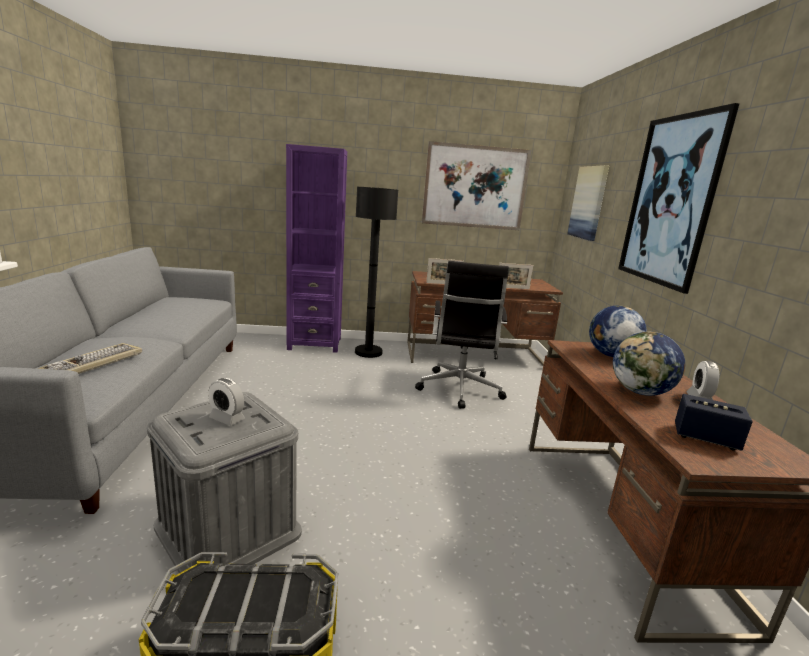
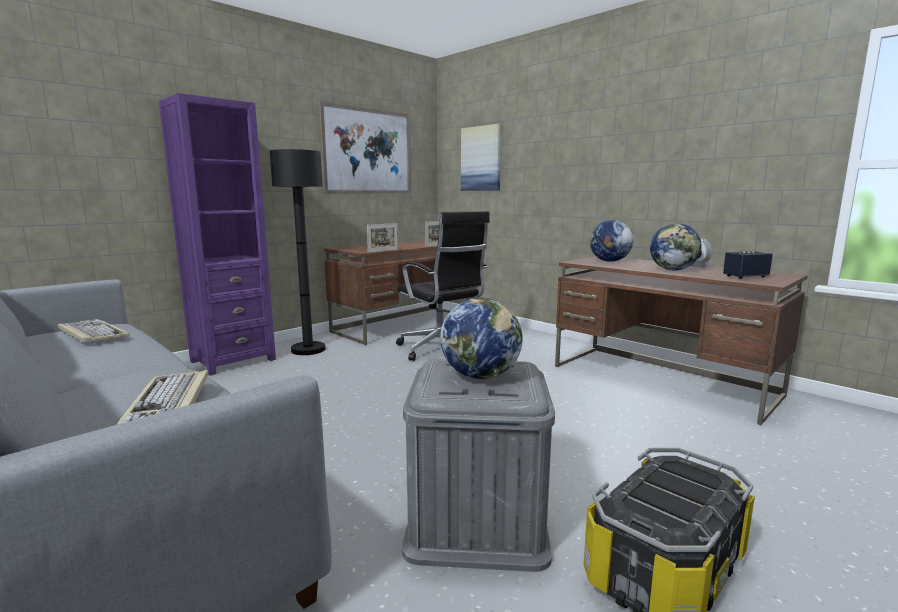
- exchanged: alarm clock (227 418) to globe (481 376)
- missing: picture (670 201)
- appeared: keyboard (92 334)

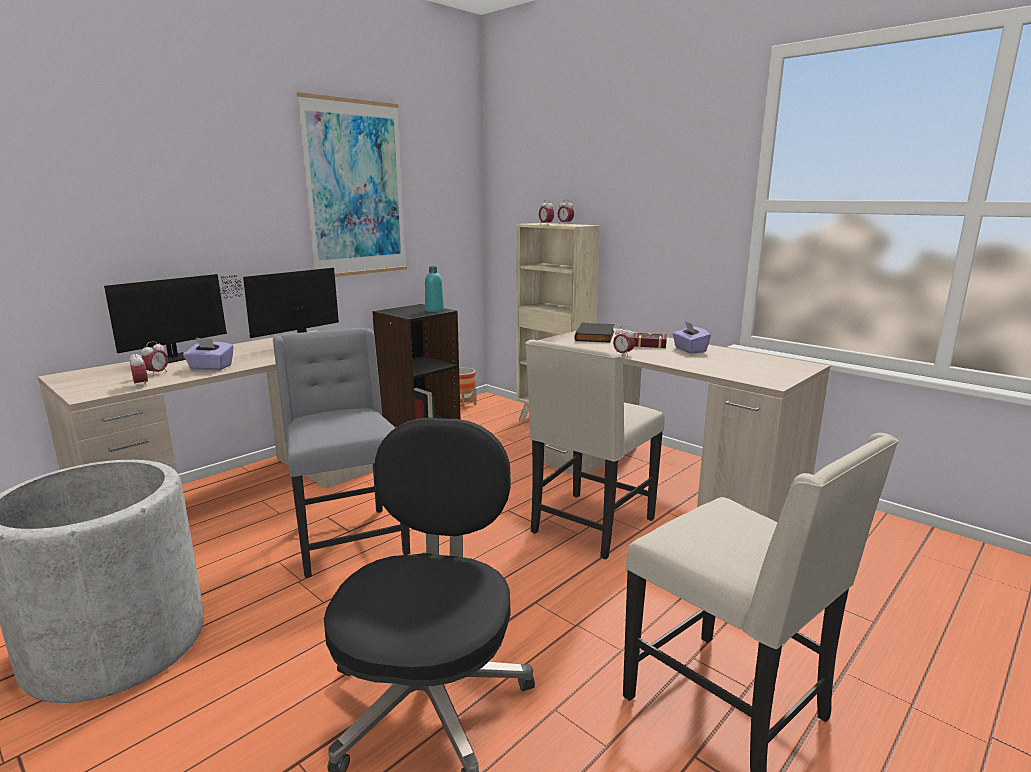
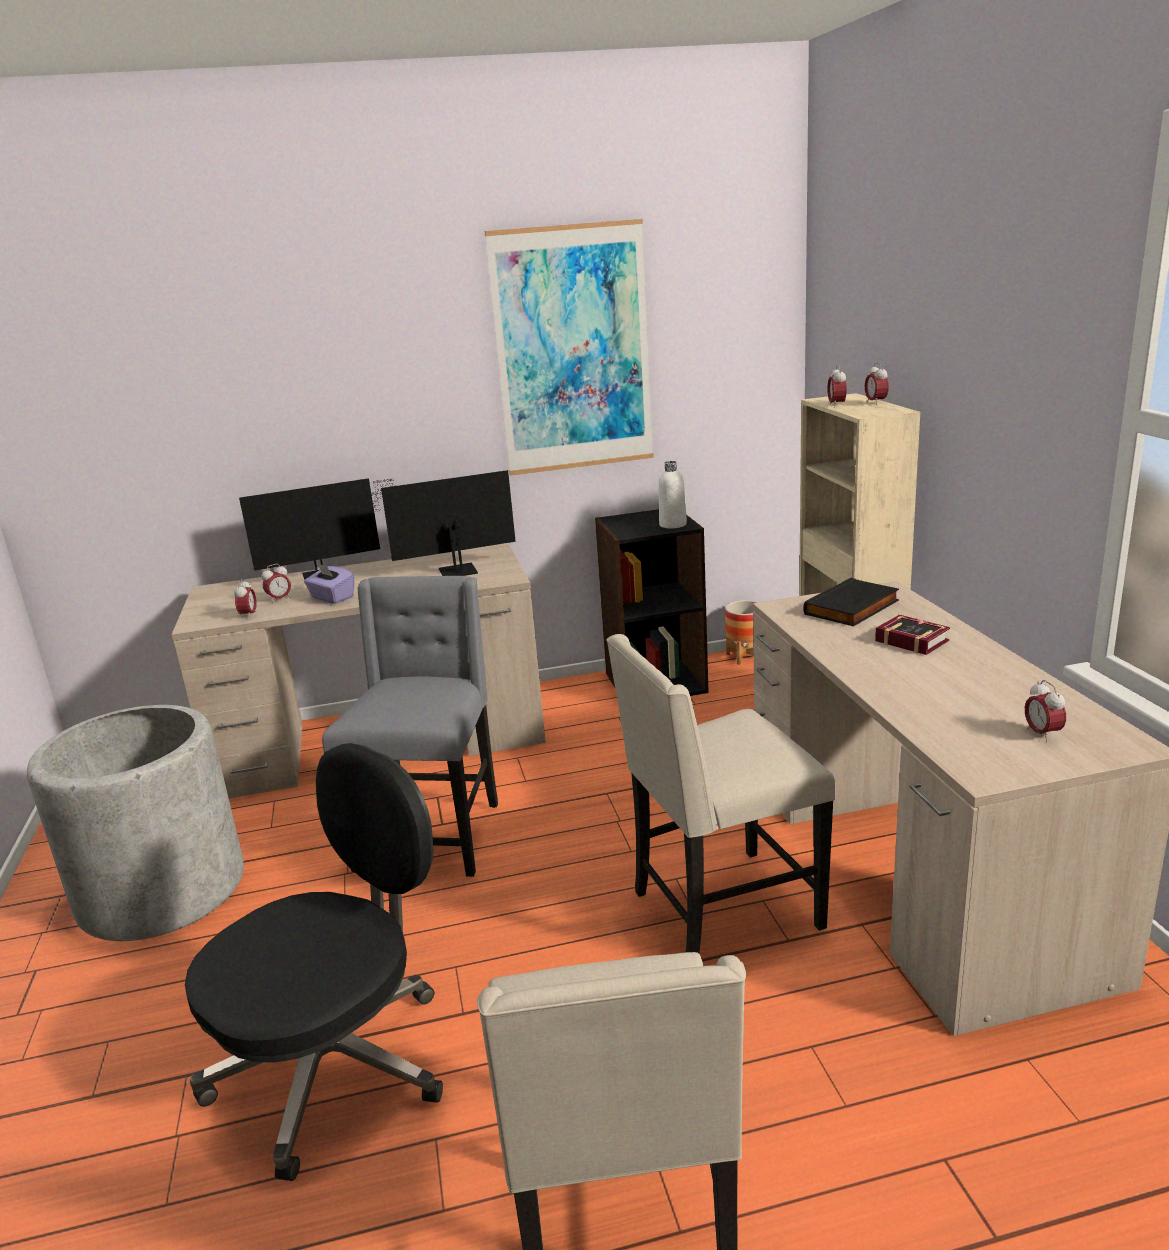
- colour: bottle/turquoise (434 310) to bottle/white (673 525)
- relocated: alarm clock (623 354) to (1042 734)
- missing: tissue box/purple (689 350)

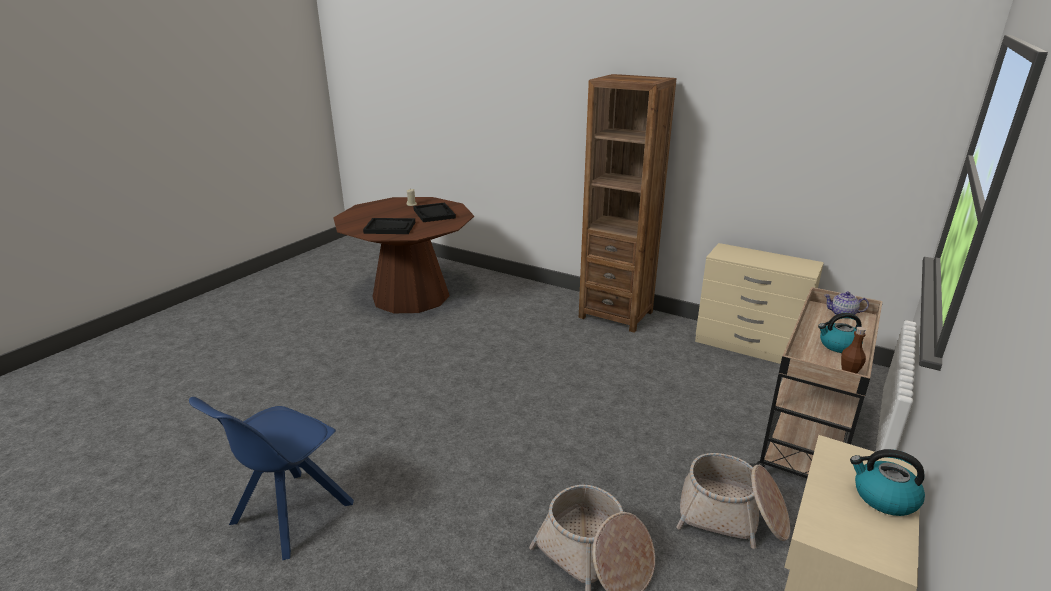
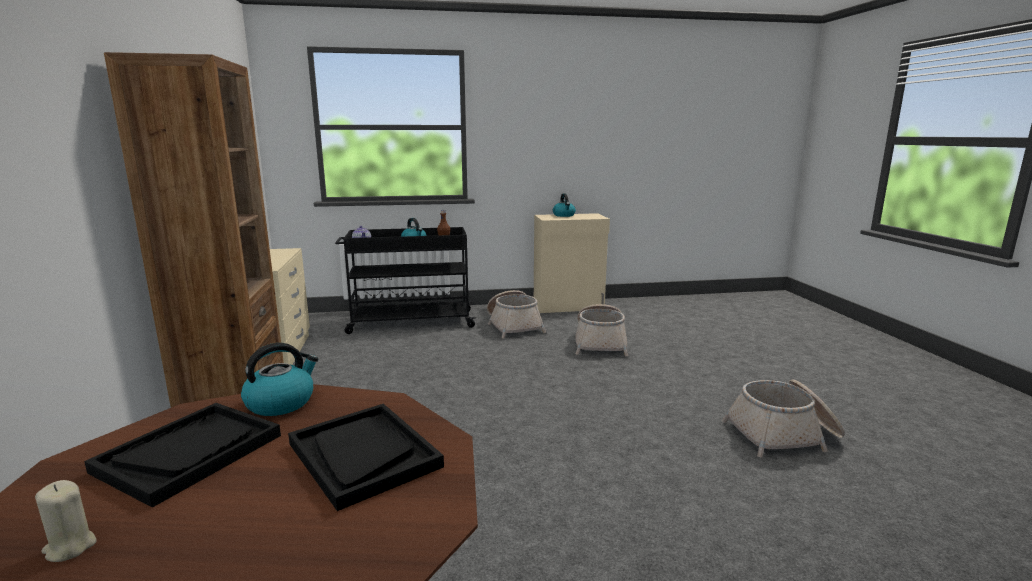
- exchanged: chair/blue (289 515) to basket (784 435)
- colour: cart/beige (808 438) to cart/black (409 322)
- appeared: kettle (281 403)

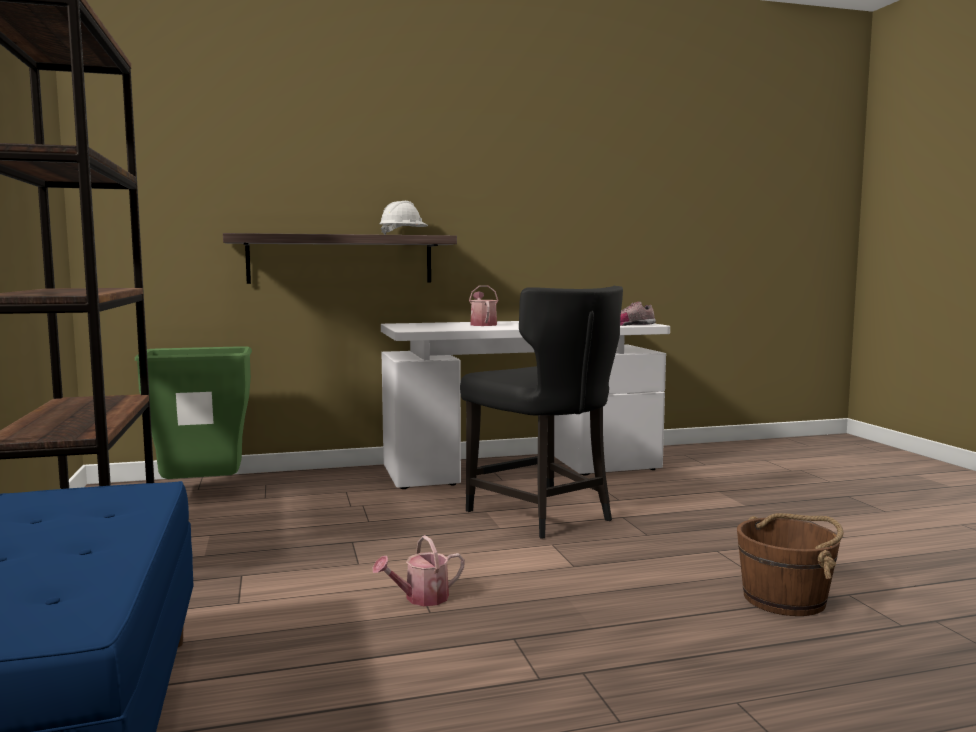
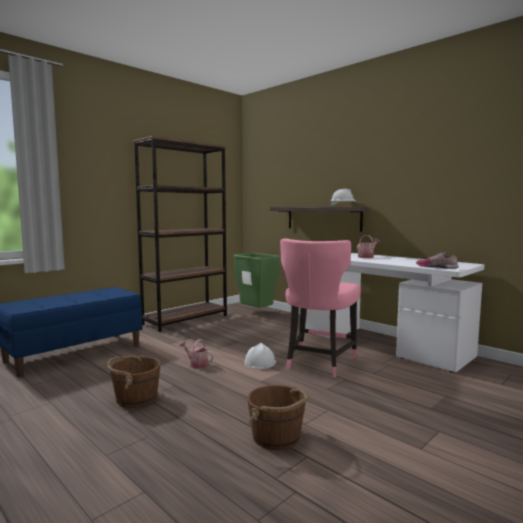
- colour: chair/black (543 515) to chair/pink (318 363)
- appeared: bucket/brown (136 398)
- appeared: hard hat/white (260 362)

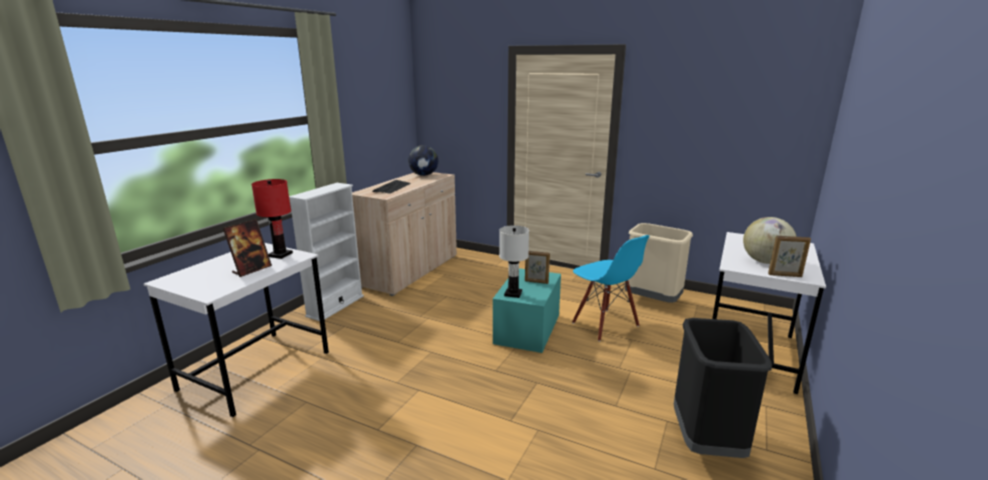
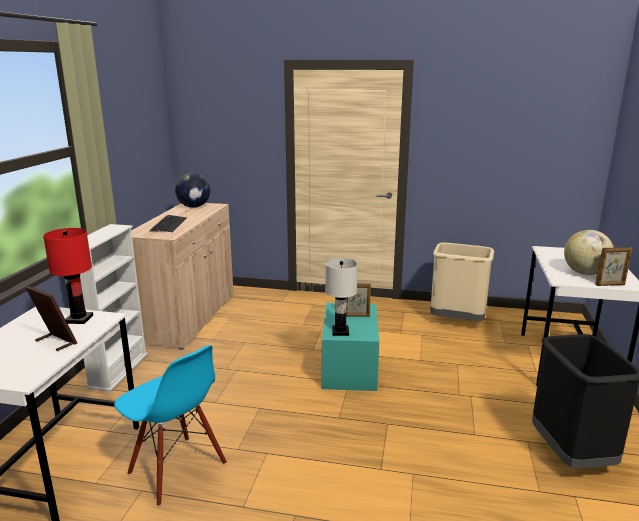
- spun: picture frame (251 270) = (56 342) 75 degrees counterclockwise
- relocated: chair/blue (604 324) to (176 469)

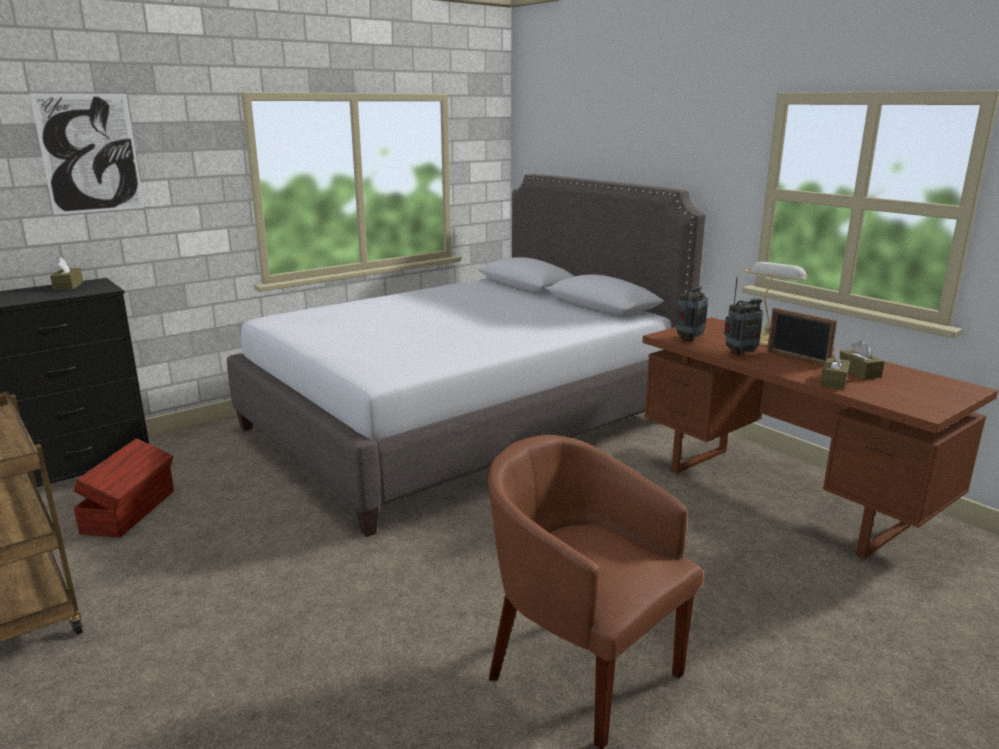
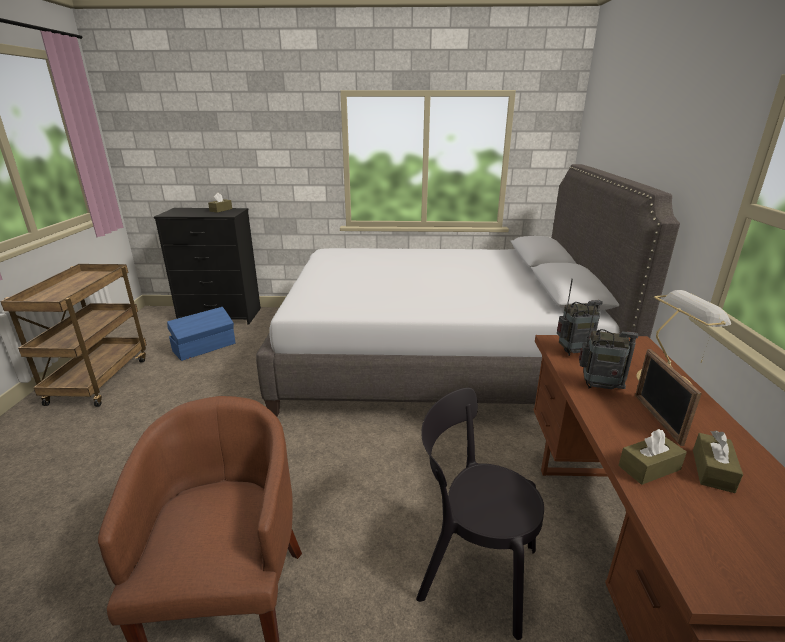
- missing: picture (90 153)
- colour: storage box/brown (131 511) to storage box/blue (205 347)
- appeared: chair/black (472 570)

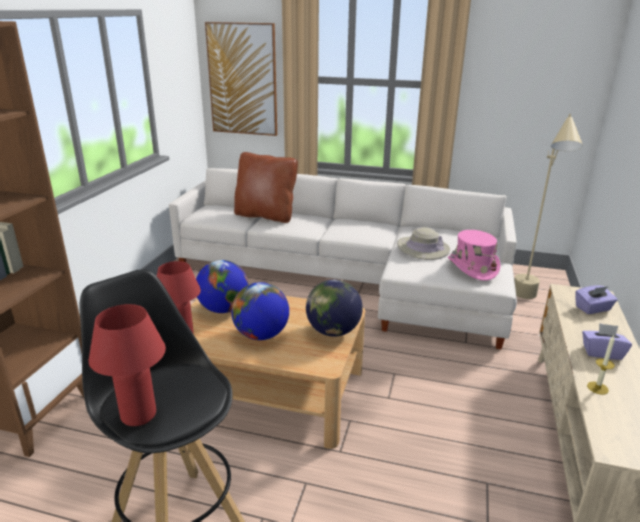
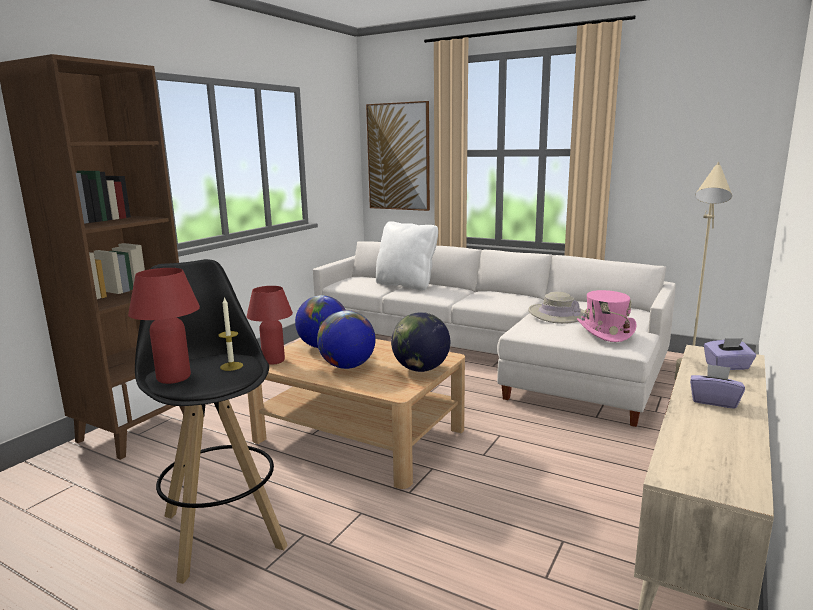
- colour: pillow/brown (266 215) to pillow/white (406 285)
- relocated: candle (597 388) to (231 366)

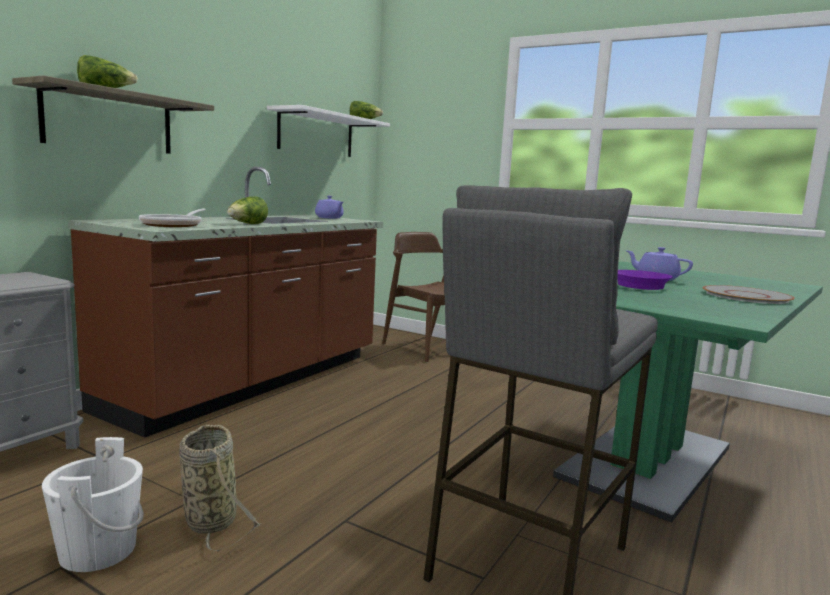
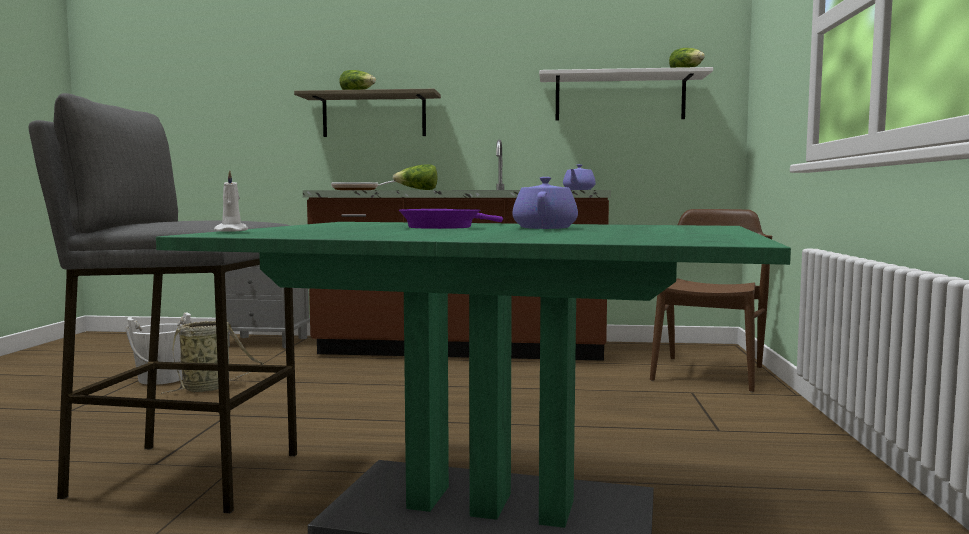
- missing: plate/grey (747 296)
- appeared: candle/white (232 231)

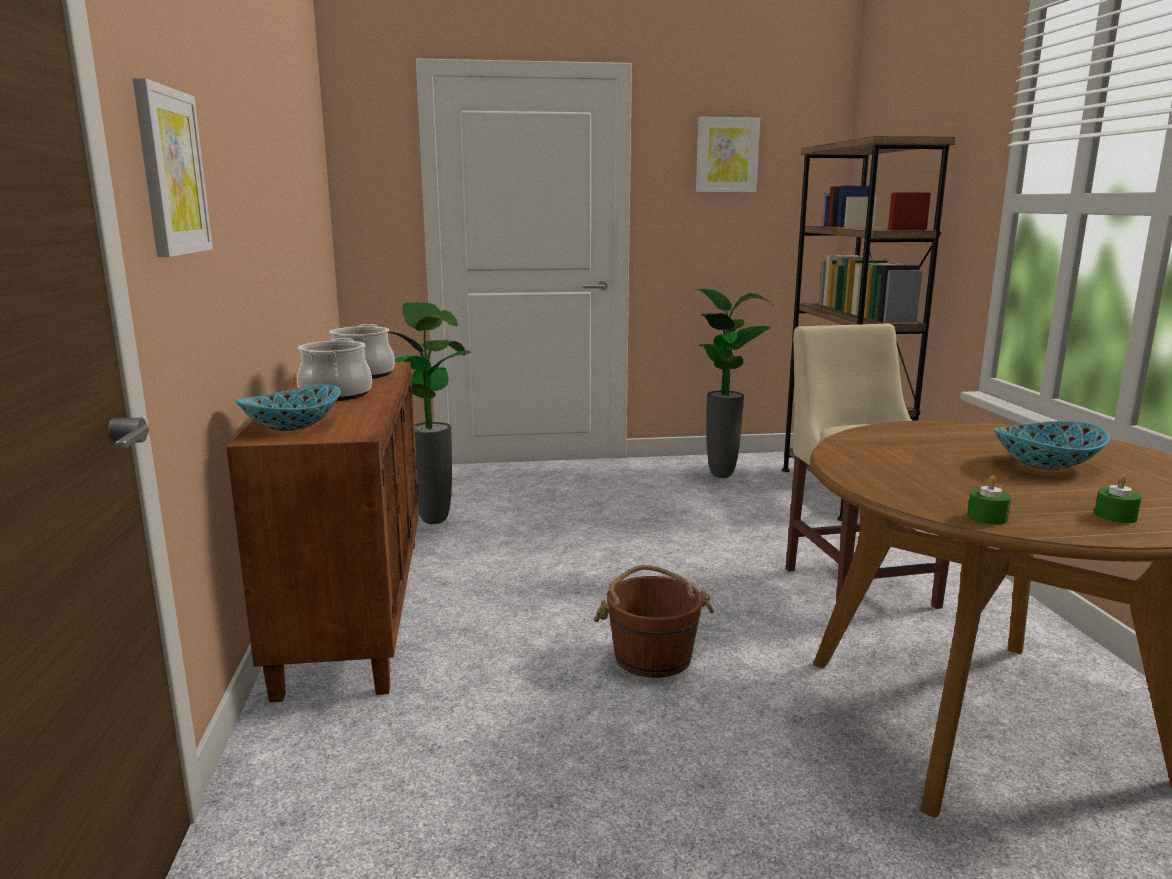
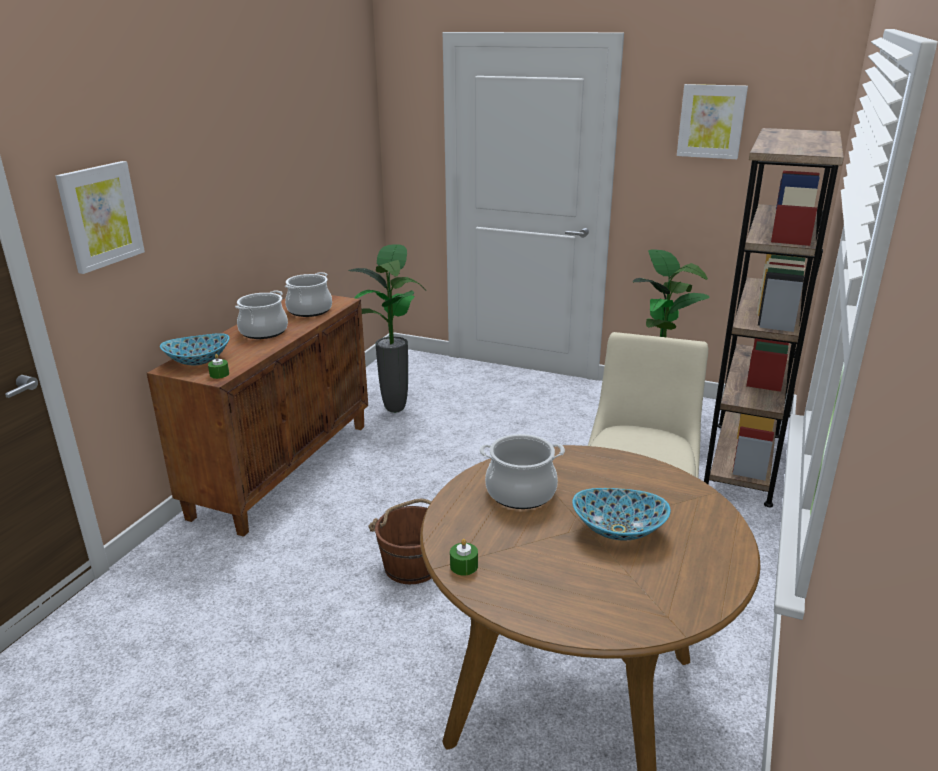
- relocated: candle/green (1115 516) to (219 374)
- appeared: cooking pot (520 492)

